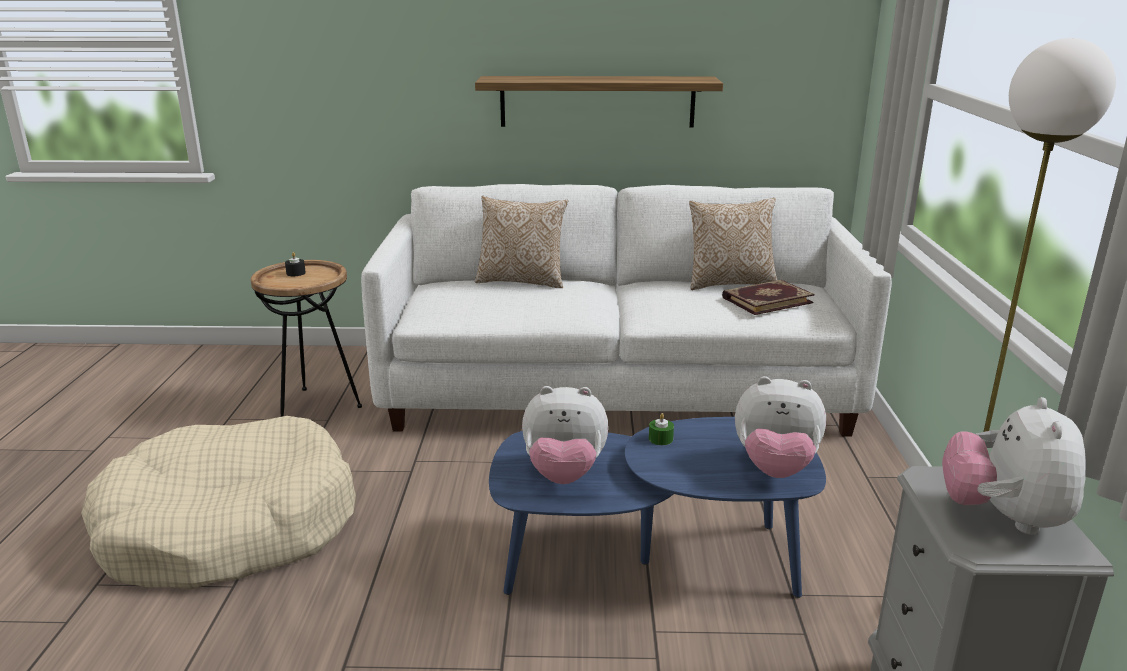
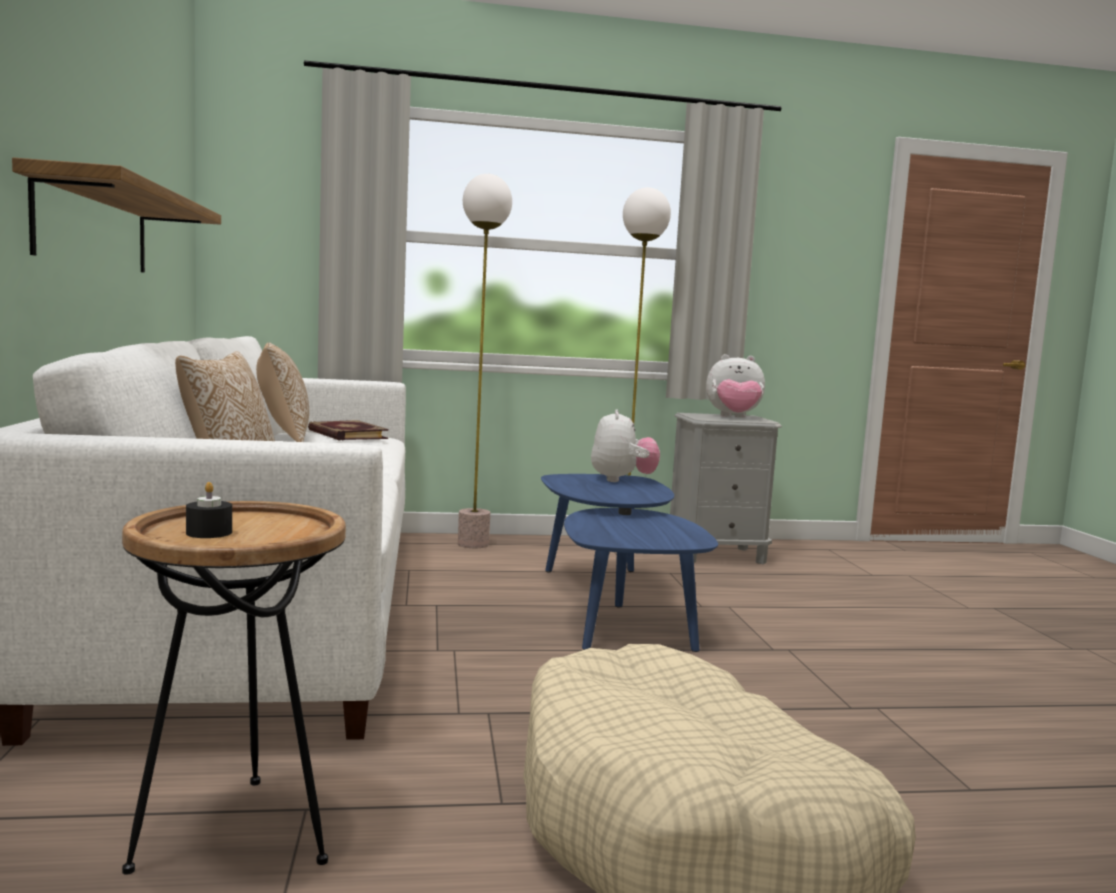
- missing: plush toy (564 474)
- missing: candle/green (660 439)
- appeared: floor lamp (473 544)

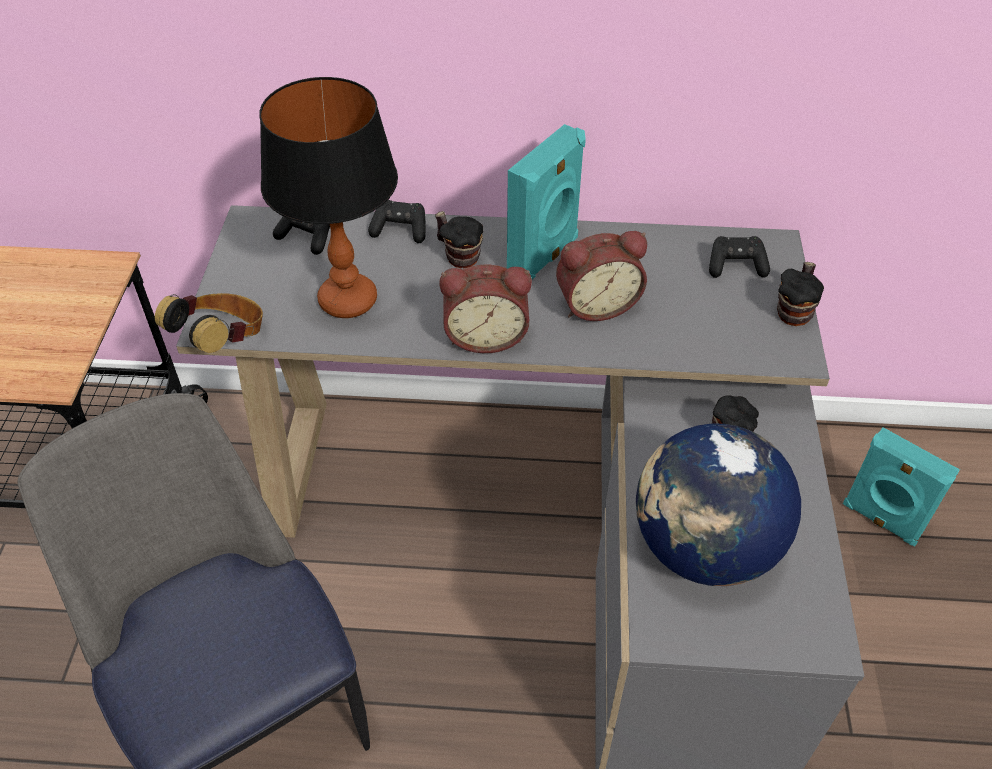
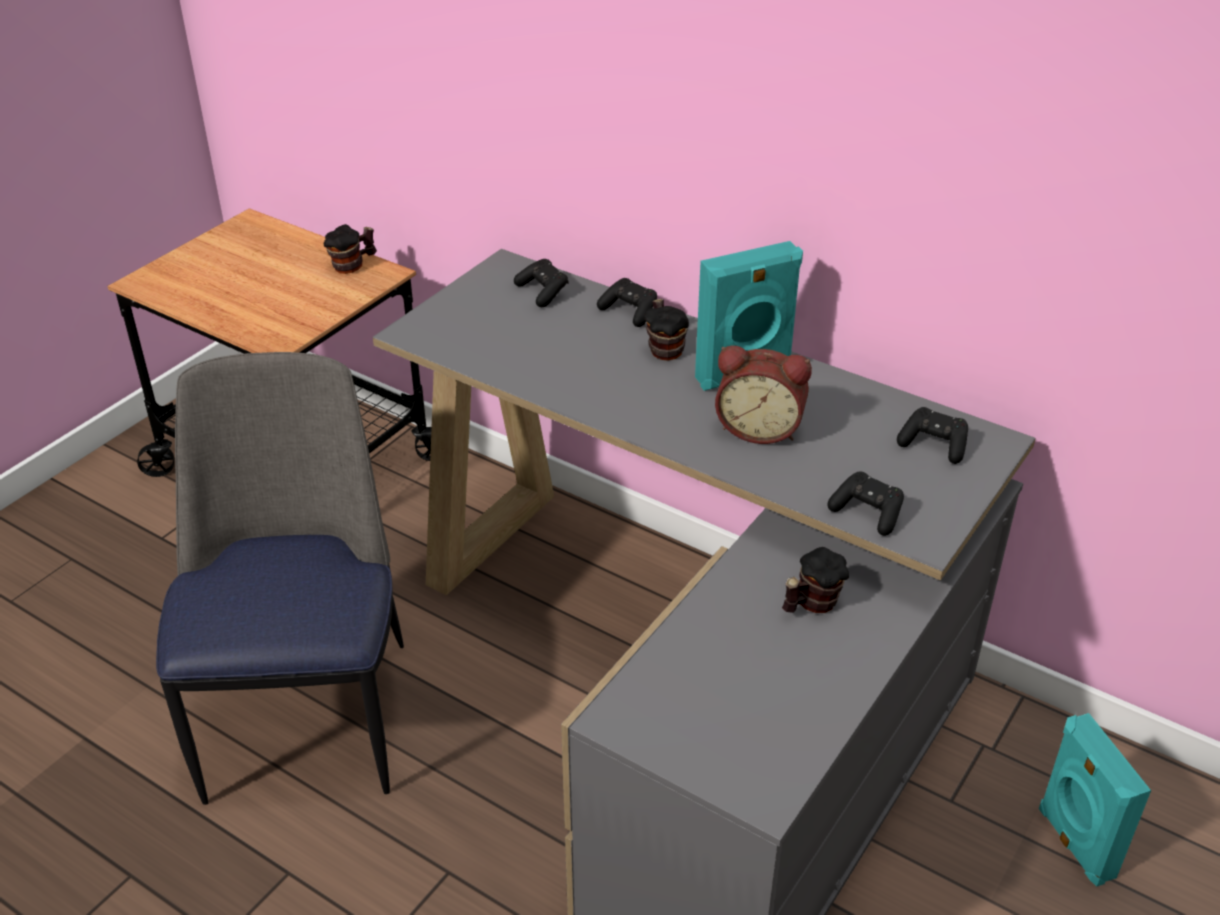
- missing: headphones (223 341)
- missing: table lamp (349 300)
- missing: alarm clock (486 335)
- missing: globe (703 548)
- relocated: mug (795 311) to (353 266)
- appeared: game controller/black (867 513)

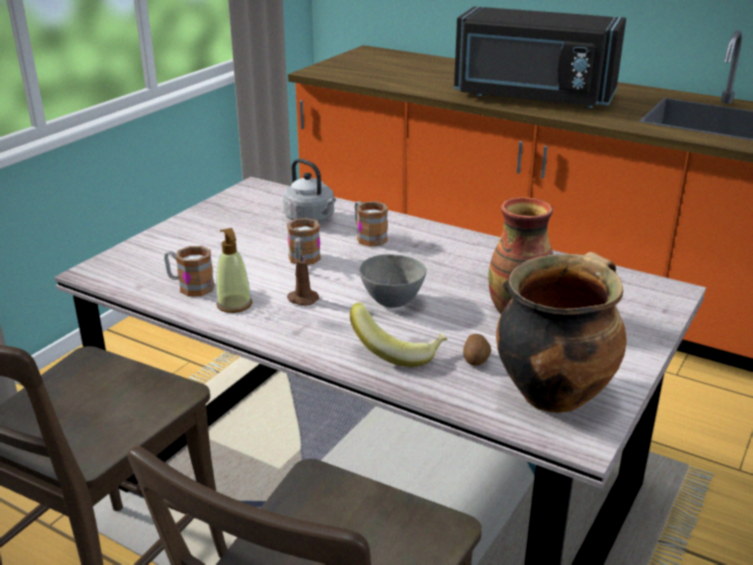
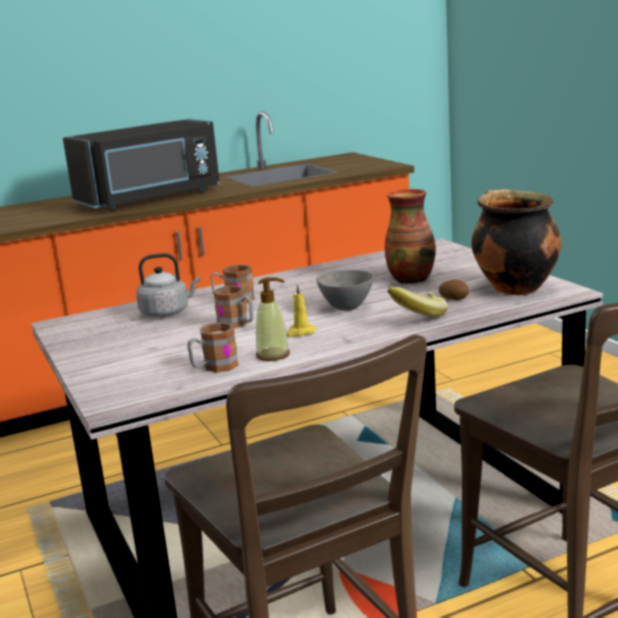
- colour: candle/brown (302 299) to candle/yellow (300 332)

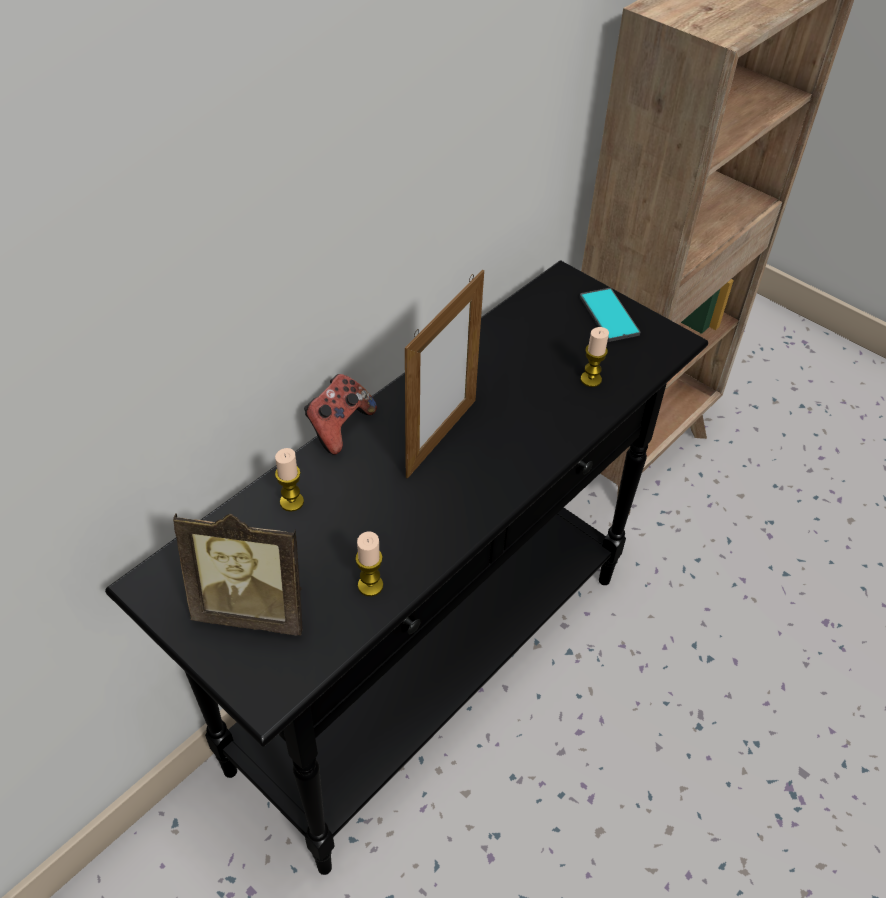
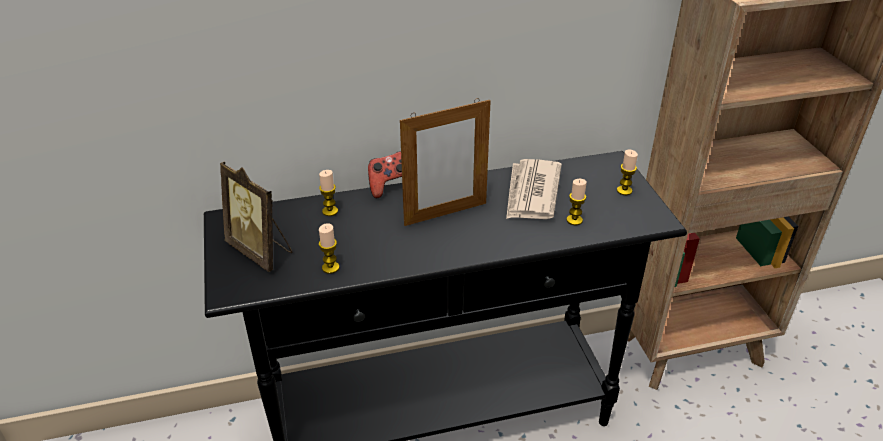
- exchanged: phone (608 315) to candle (624 190)
- appeared: newspaper (531 193)

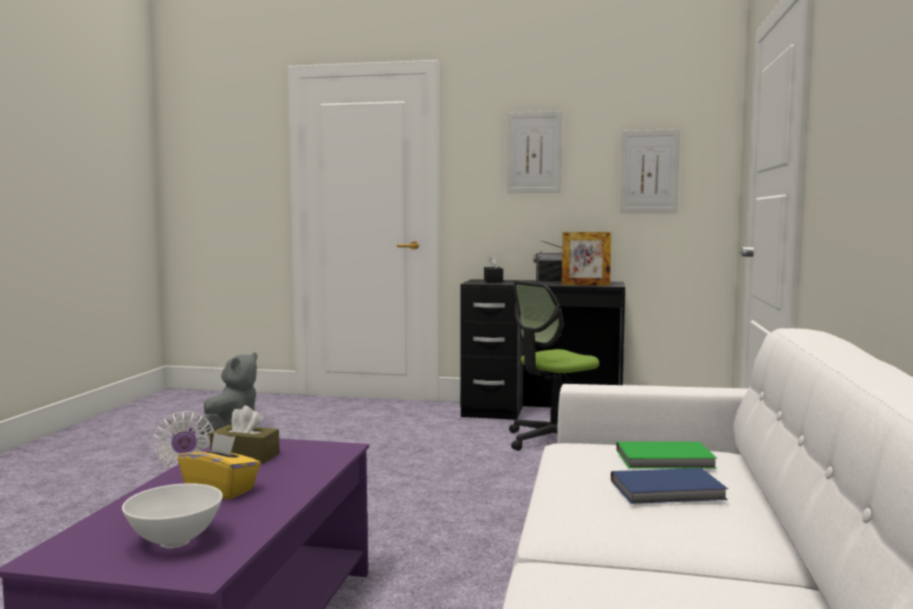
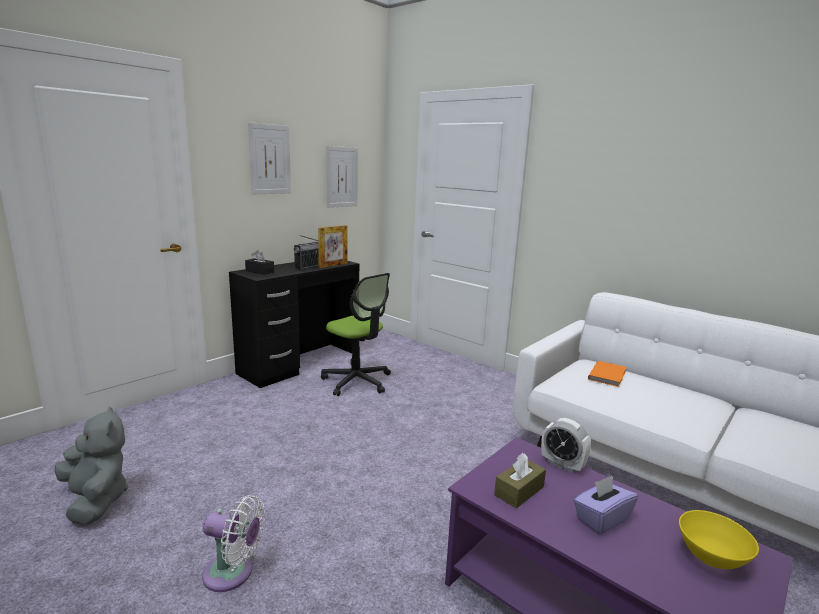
- colour: bowl/white (176 541) to bowl/yellow (709 559)
- colour: tissue box/yellow (221 490) to tissue box/purple (601 519)
- spun: office chair (554 441) = (357 381) 45 degrees counterclockwise
- missing: book/blue (669 491)
- colour: book/green (666 459) to book/orange (608 375)
- appeared: alarm clock (562 465)

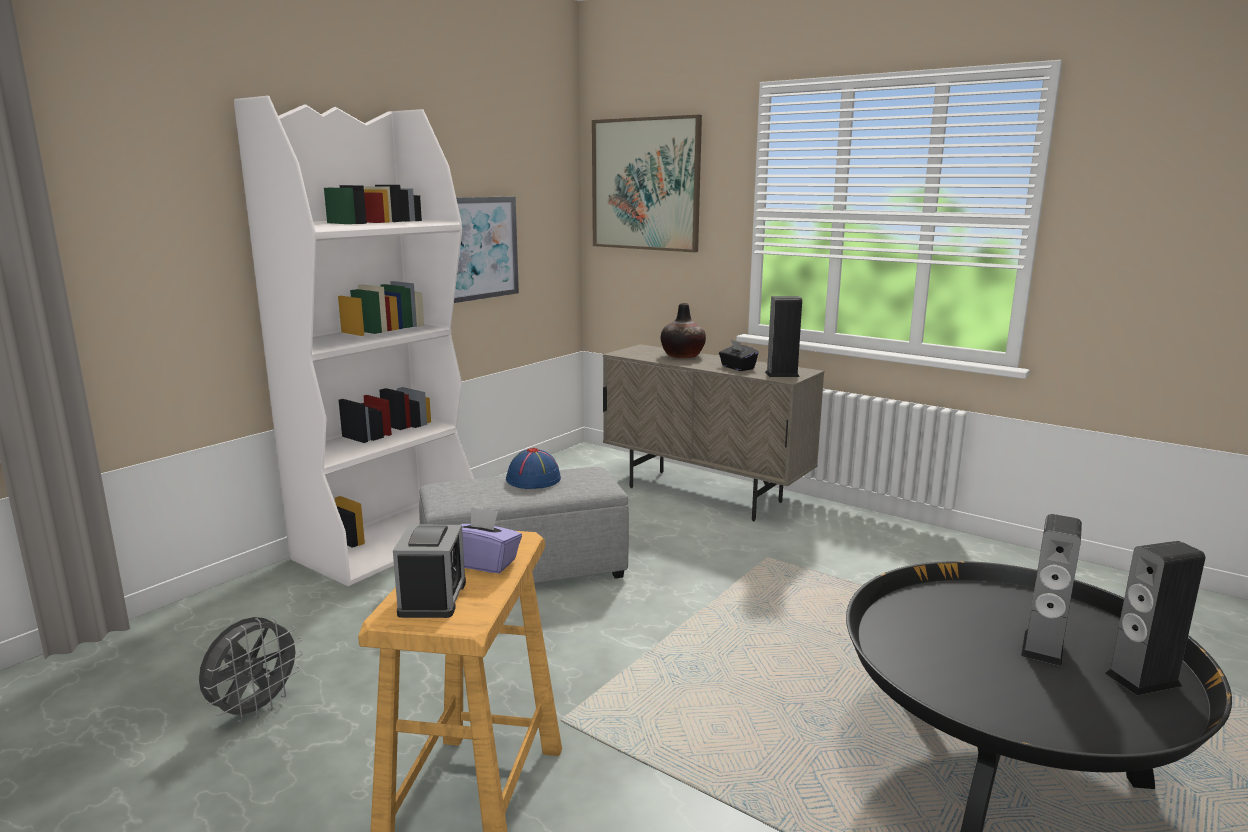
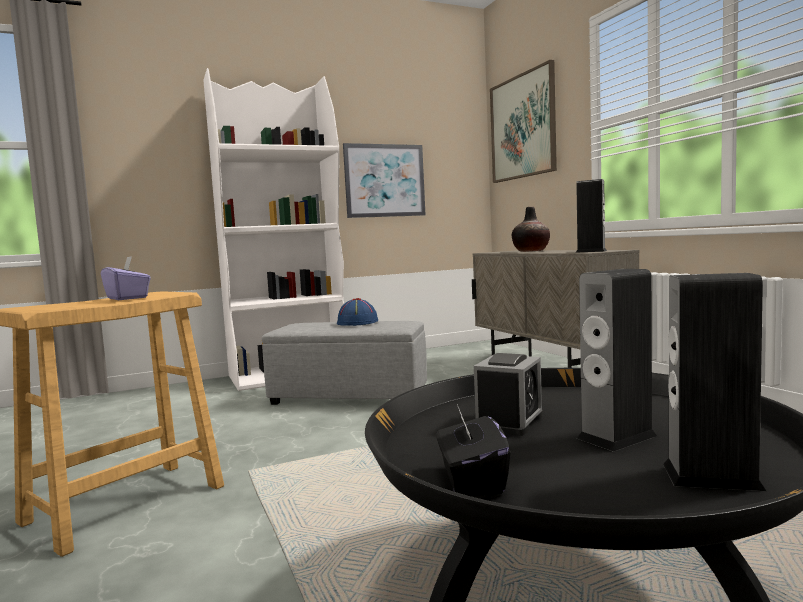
- missing: fan/grey (255 709)
- relocated: alarm clock (432 598) to (509 422)
- relocated: tissue box/black (737 368) to (471 480)

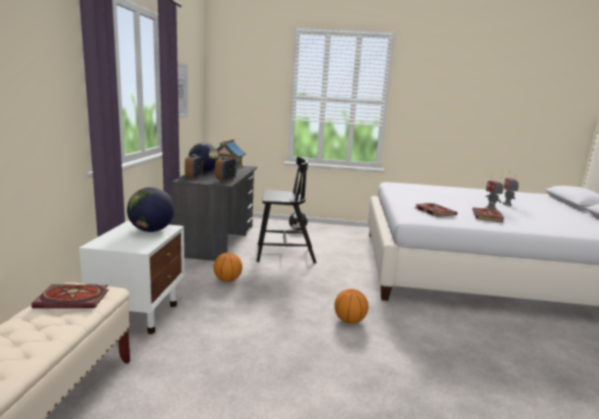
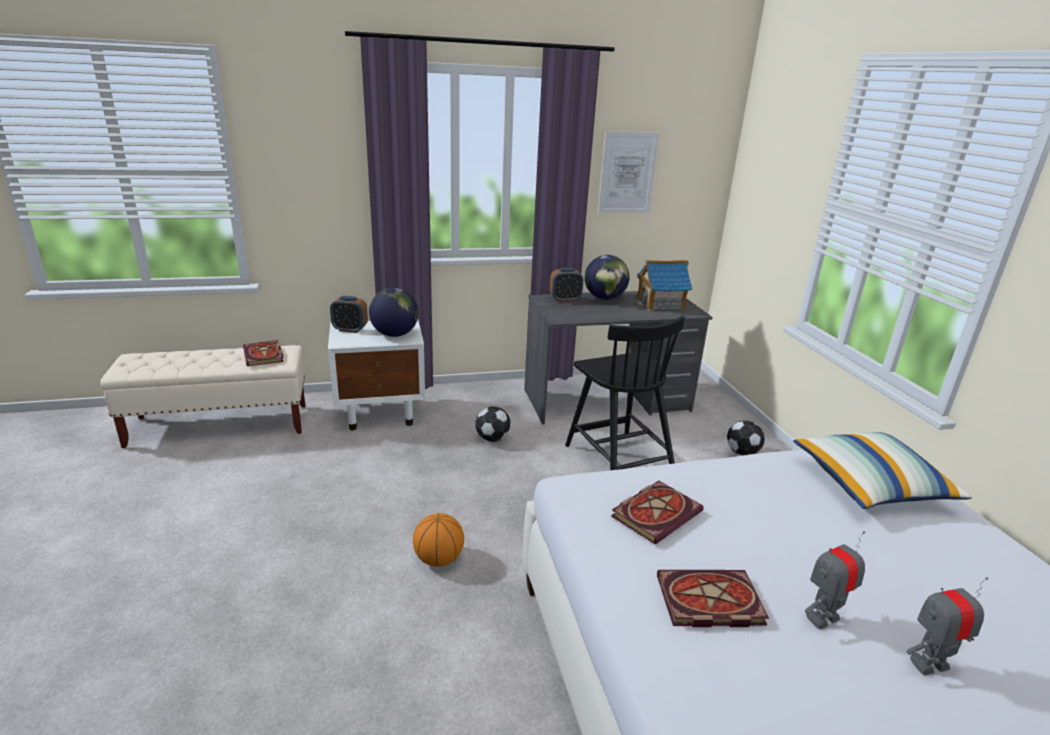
- exchanged: basketball (227 280) to football (492 438)
- relocated: alarm clock (226 180) to (350 330)
- appeared: pillow (870 485)

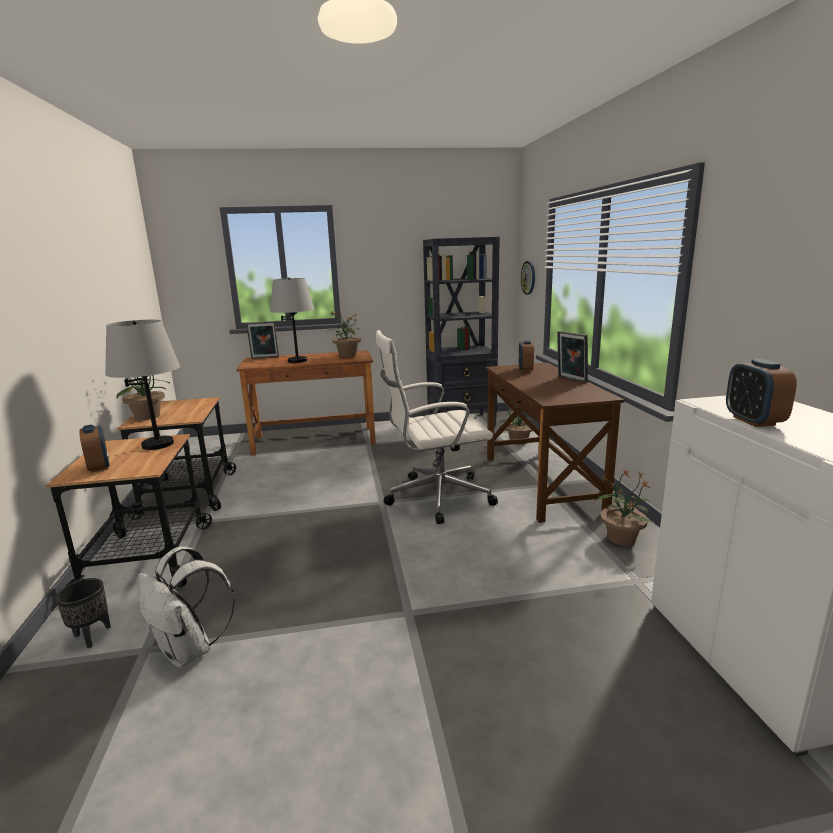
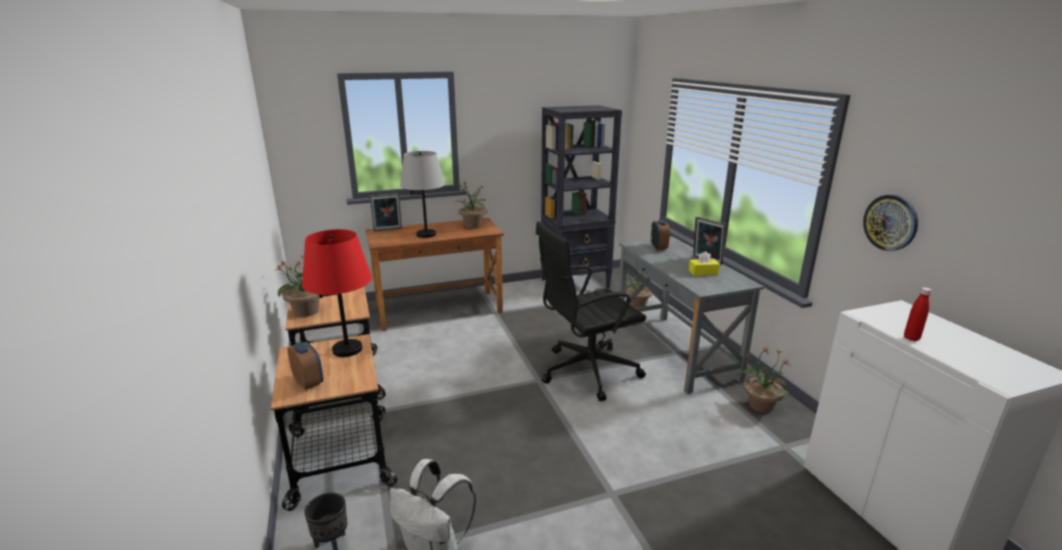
- colour: table lamp/grey (158 444) to table lamp/red (347 349)
- colour: office chair/white (436 497) to office chair/black (586 371)
- colour: desk/brown (542 483) to desk/grey (675 351)
- relocated: wall clock (528 277) to (890 222)
- exchanged: alarm clock (753 421) to bottle/red (911 338)
- appeared: tissue box/yellow (703 272)

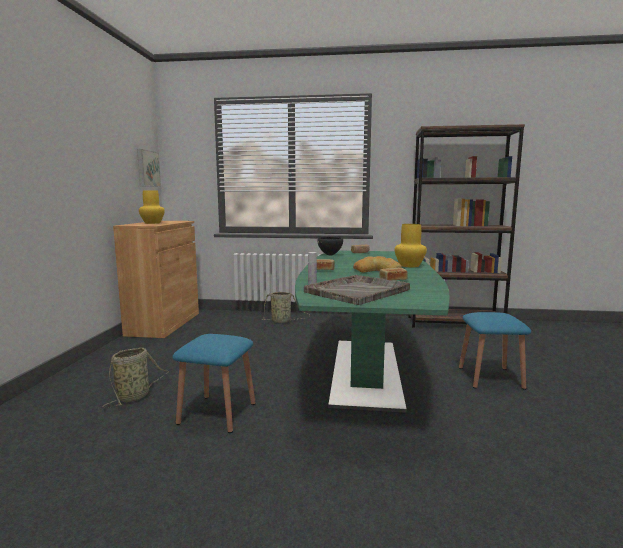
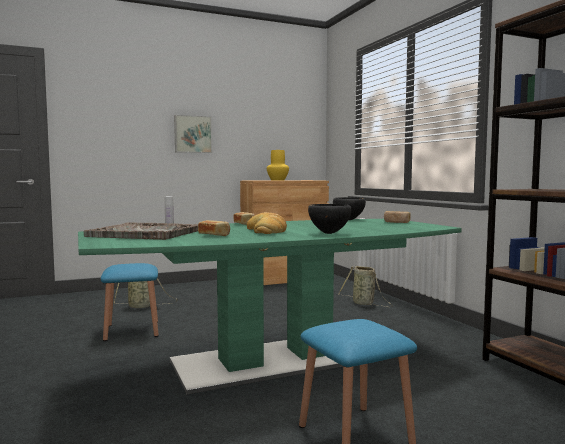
- relocated: picture (147 168) to (192 134)
- exchanged: vase/yellow (409 266) to bowl/black (328 233)

